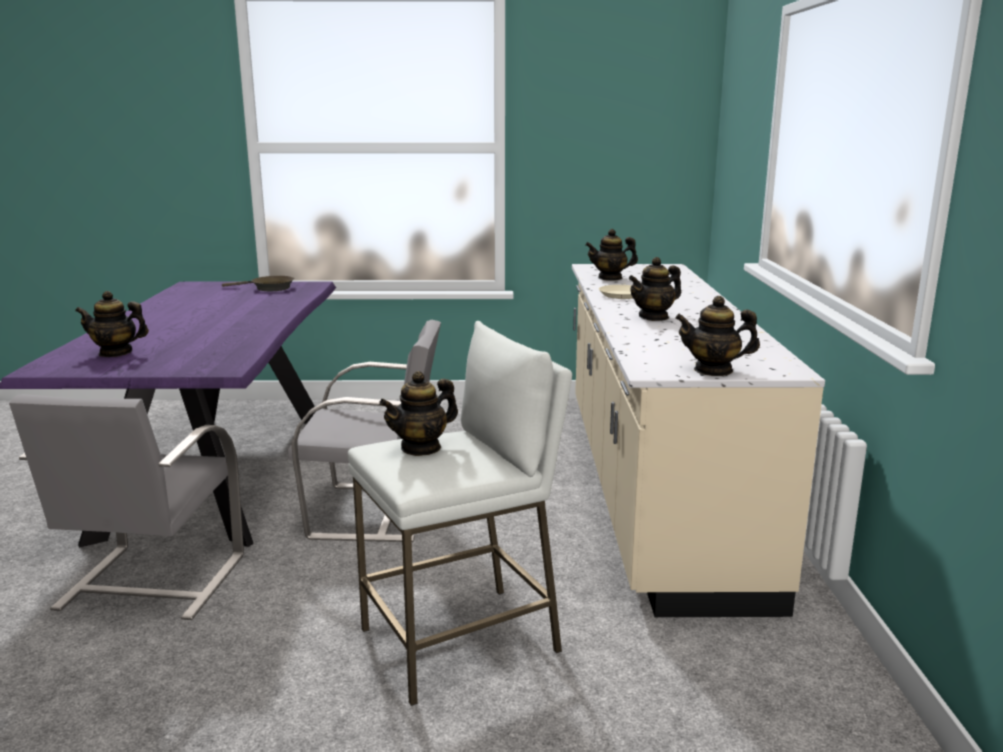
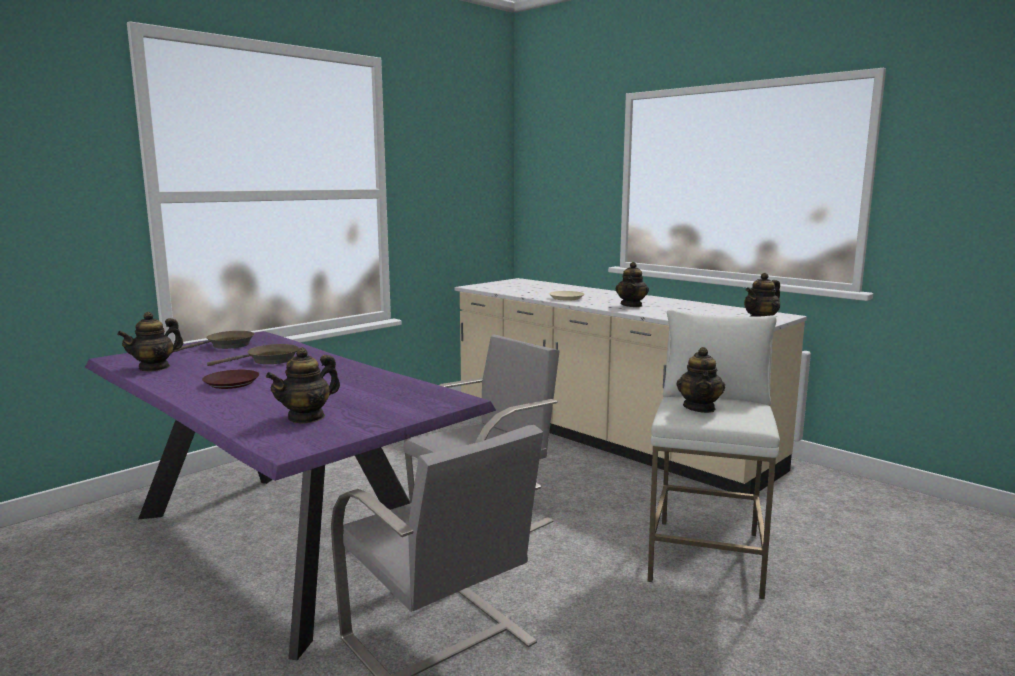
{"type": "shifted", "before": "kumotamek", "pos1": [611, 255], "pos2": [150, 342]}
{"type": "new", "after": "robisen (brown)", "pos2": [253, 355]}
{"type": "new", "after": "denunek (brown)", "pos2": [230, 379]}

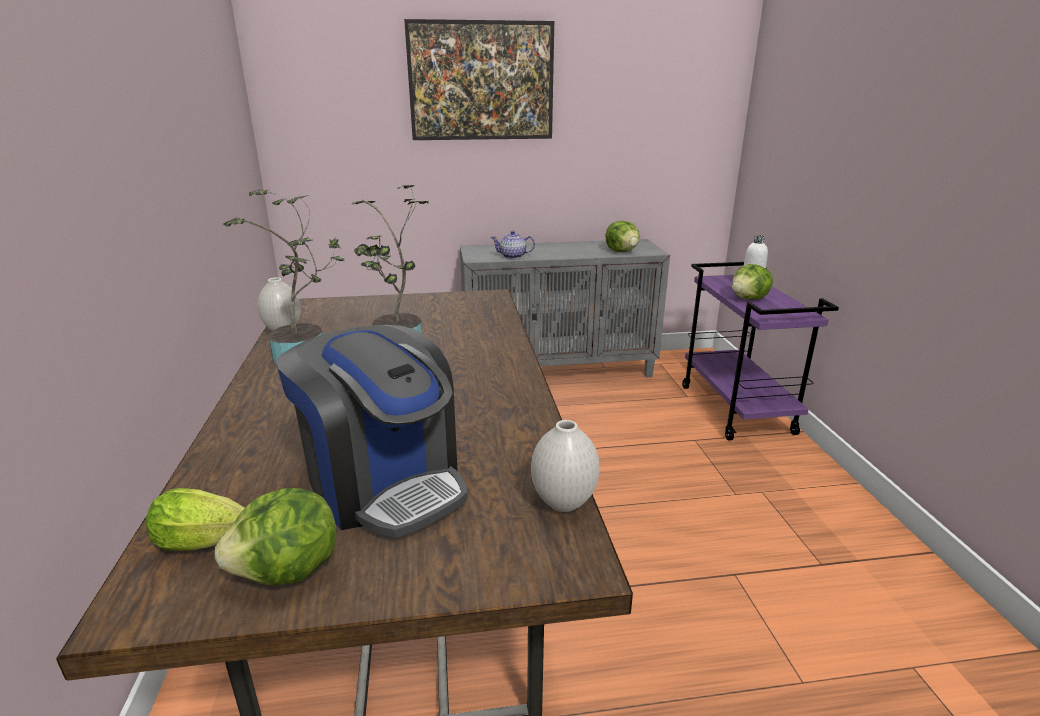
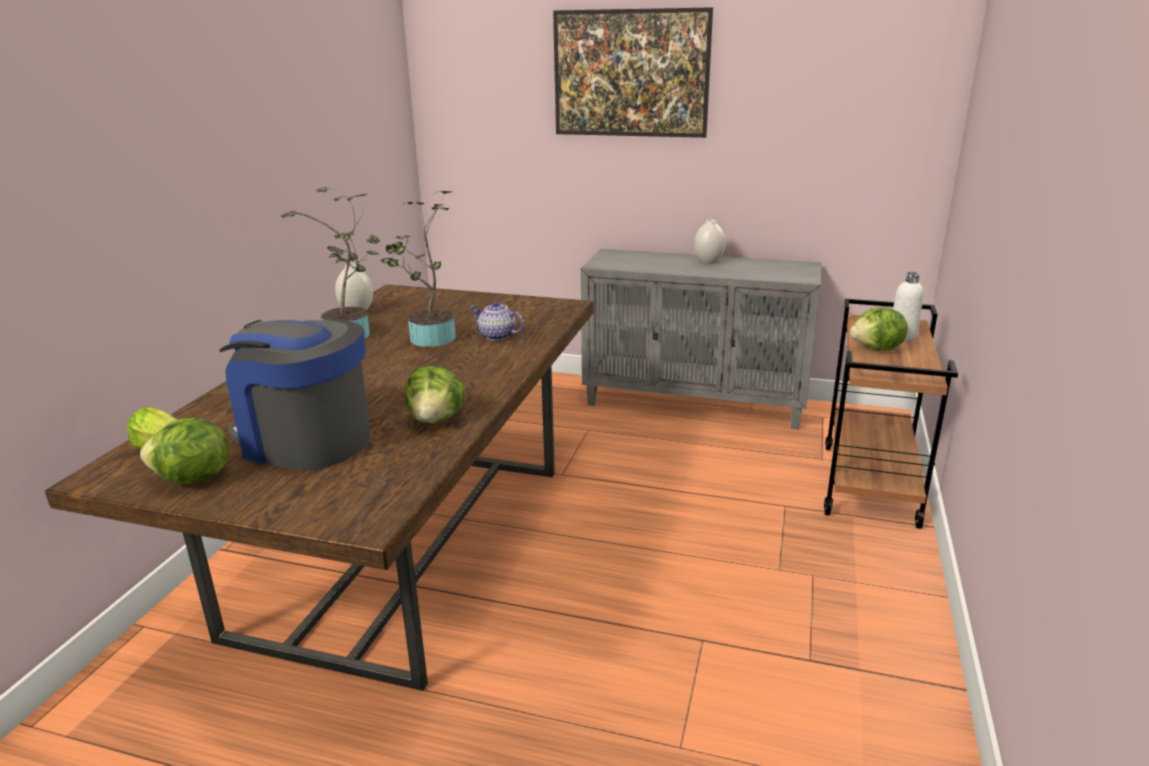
{"type": "shifted", "before": "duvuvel", "pos1": [622, 236], "pos2": [435, 394]}
{"type": "shifted", "before": "kumotamek", "pos1": [513, 245], "pos2": [497, 321]}
{"type": "repainted", "before": "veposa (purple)", "after": "veposa (brown)", "pos1": [760, 351], "pos2": [891, 414]}
{"type": "rotated", "before": "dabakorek", "pos1": [372, 431], "pos2": [295, 395], "turn": 135}
{"type": "shifted", "before": "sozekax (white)", "pos1": [565, 466], "pos2": [710, 241]}

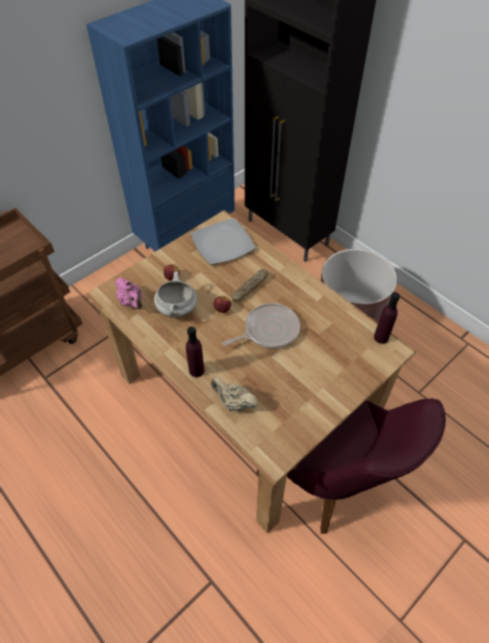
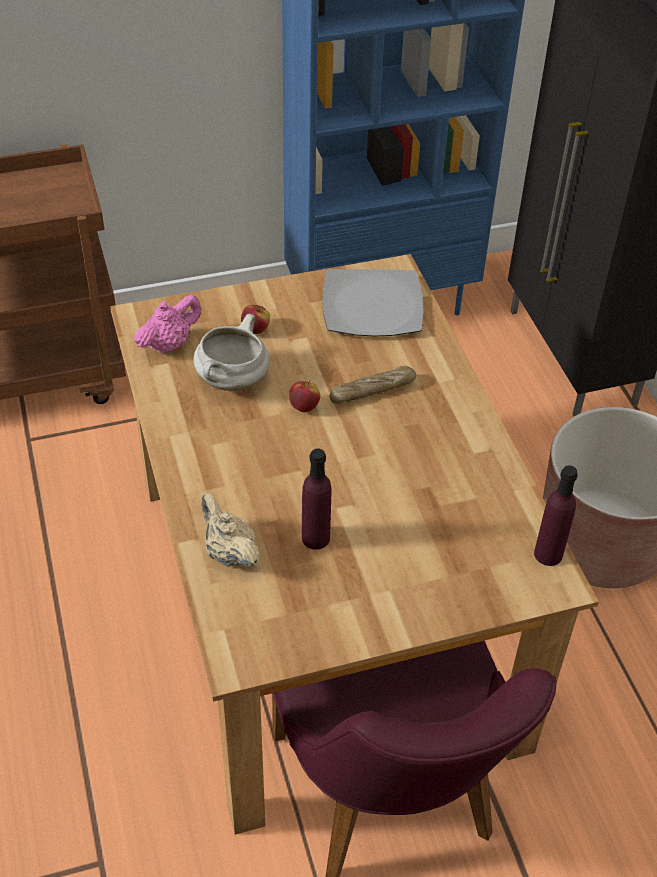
{"type": "rotated", "before": "kumotamek (pink)", "pos1": [128, 293], "pos2": [168, 324], "turn": -120}
{"type": "gone", "before": "robisen", "pos1": [261, 325]}
{"type": "shifted", "before": "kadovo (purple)", "pos1": [195, 351], "pos2": [316, 499]}

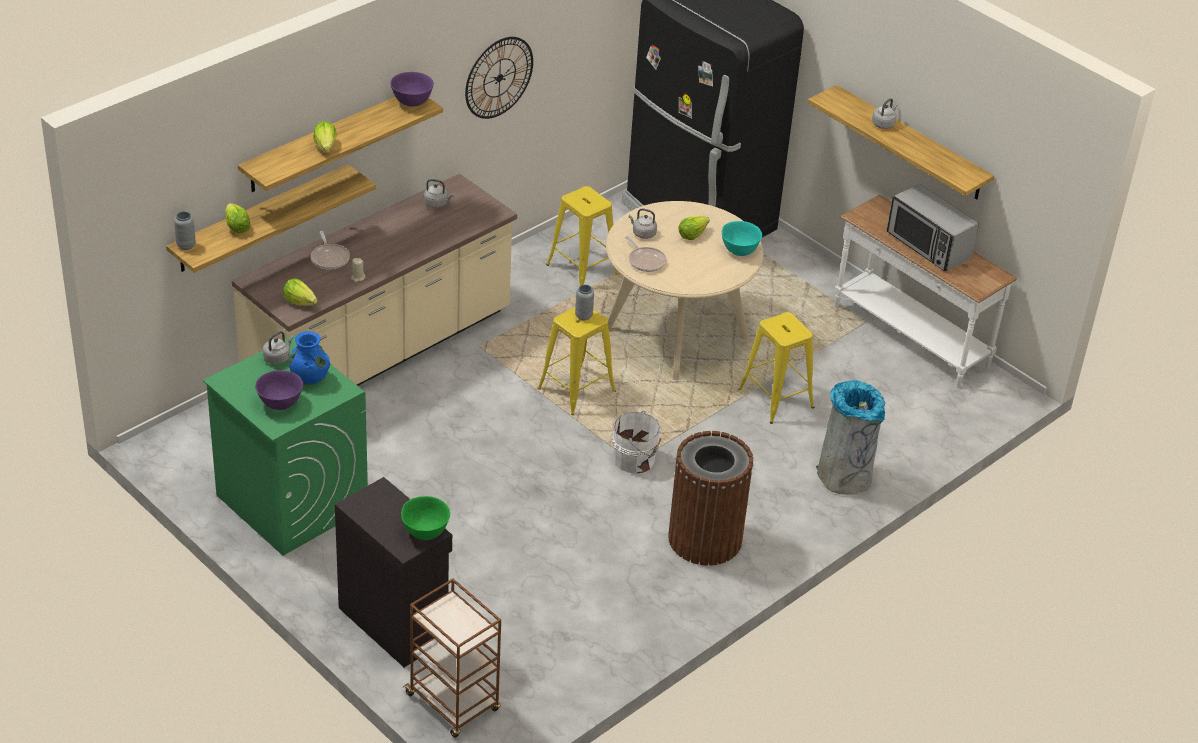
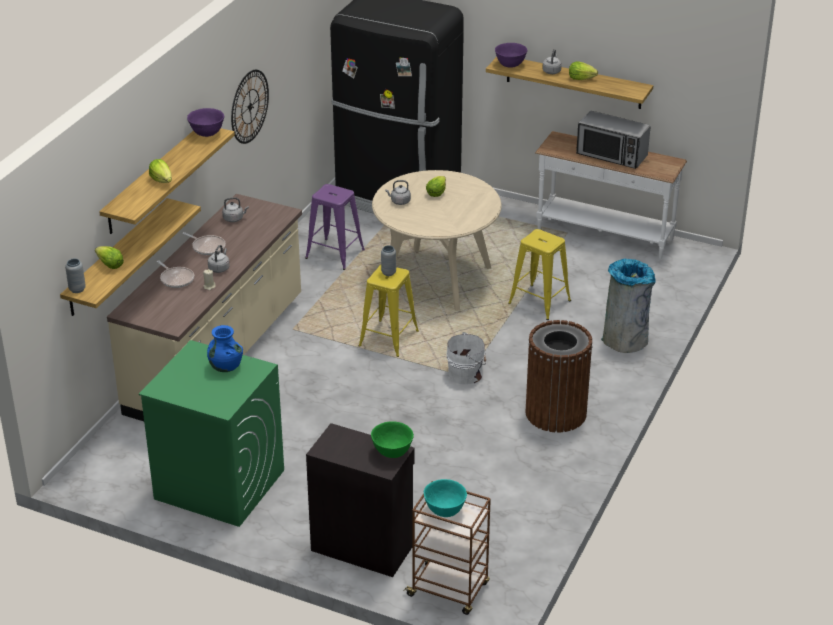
{"type": "repainted", "before": "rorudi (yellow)", "after": "rorudi (purple)", "pos1": [582, 236], "pos2": [335, 227]}
{"type": "shifted", "before": "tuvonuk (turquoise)", "pos1": [742, 238], "pos2": [445, 498]}
{"type": "shifted", "before": "robisen", "pos1": [646, 254], "pos2": [204, 243]}
{"type": "shifted", "before": "duvuvel", "pos1": [300, 292], "pos2": [583, 70]}
{"type": "shifted", "before": "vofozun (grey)", "pos1": [278, 347], "pos2": [219, 259]}
{"type": "shifted", "before": "tuvonuk (purple)", "pos1": [279, 390], "pos2": [511, 55]}

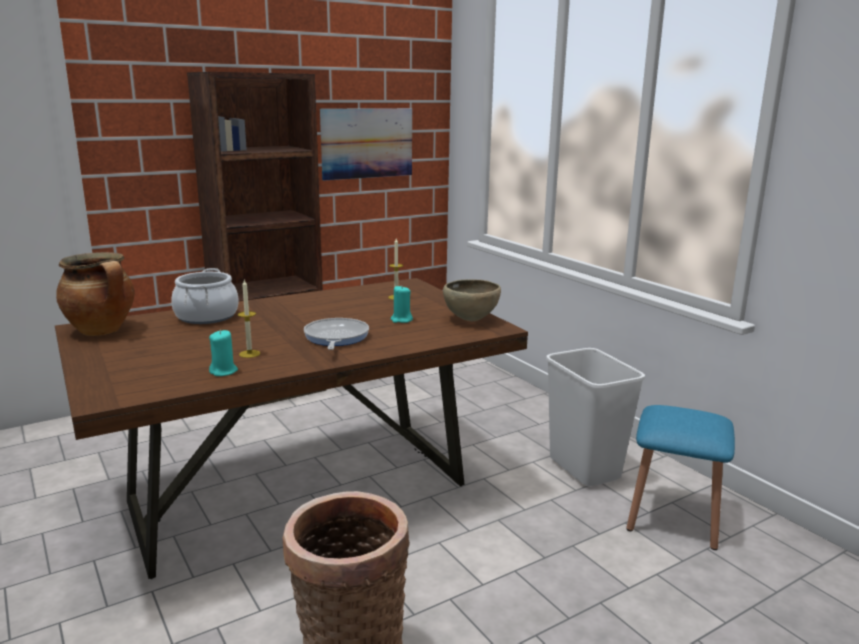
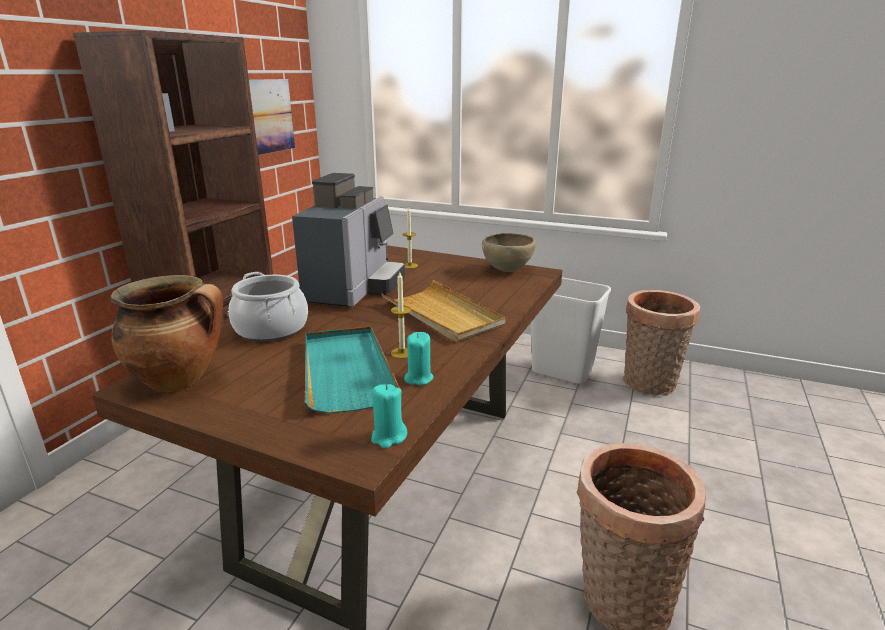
{"type": "shifted", "before": "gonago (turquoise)", "pos1": [402, 304], "pos2": [389, 416]}
{"type": "swapped", "before": "robisen", "after": "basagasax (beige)", "pos1": [336, 334], "pos2": [444, 311]}
{"type": "swapped", "before": "rorudi (blue)", "after": "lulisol", "pos1": [680, 477], "pos2": [661, 343]}
{"type": "new", "after": "dabakorek", "pos2": [348, 240]}
{"type": "new", "after": "basagasax (turquoise)", "pos2": [352, 369]}

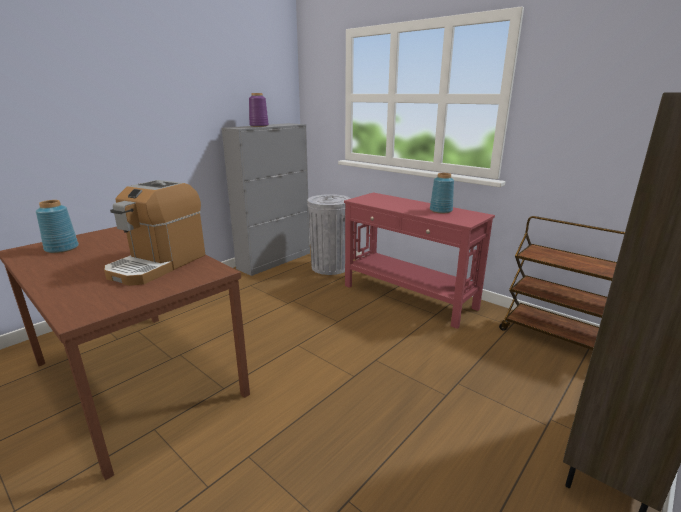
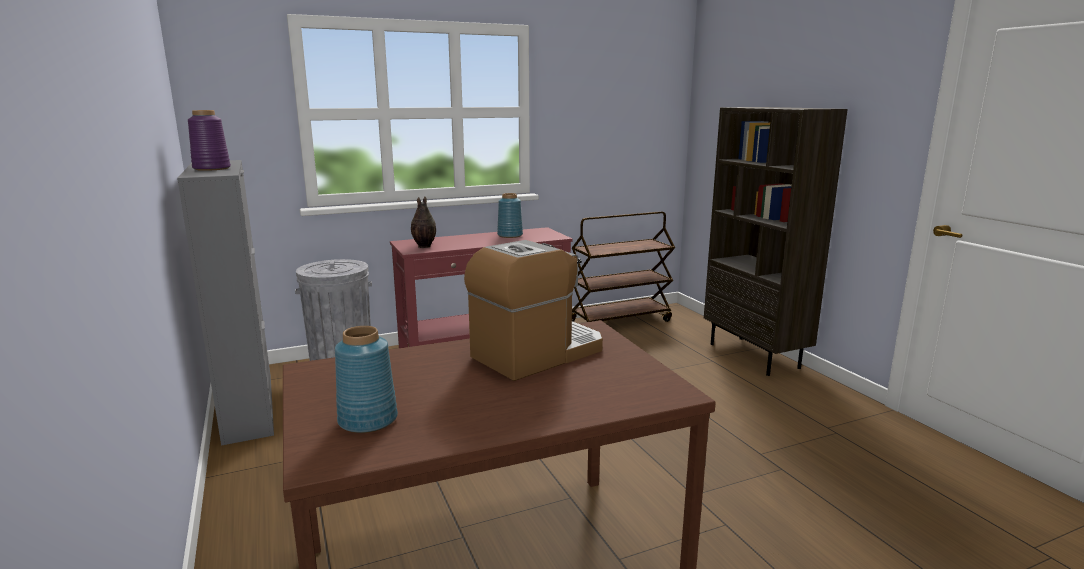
{"type": "rotated", "before": "dabakorek", "pos1": [154, 233], "pos2": [533, 310], "turn": -90}
{"type": "new", "after": "sozekax", "pos2": [423, 222]}

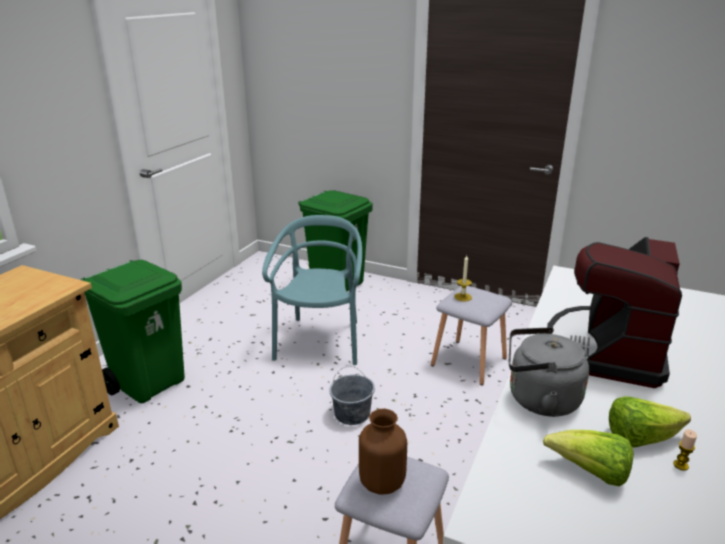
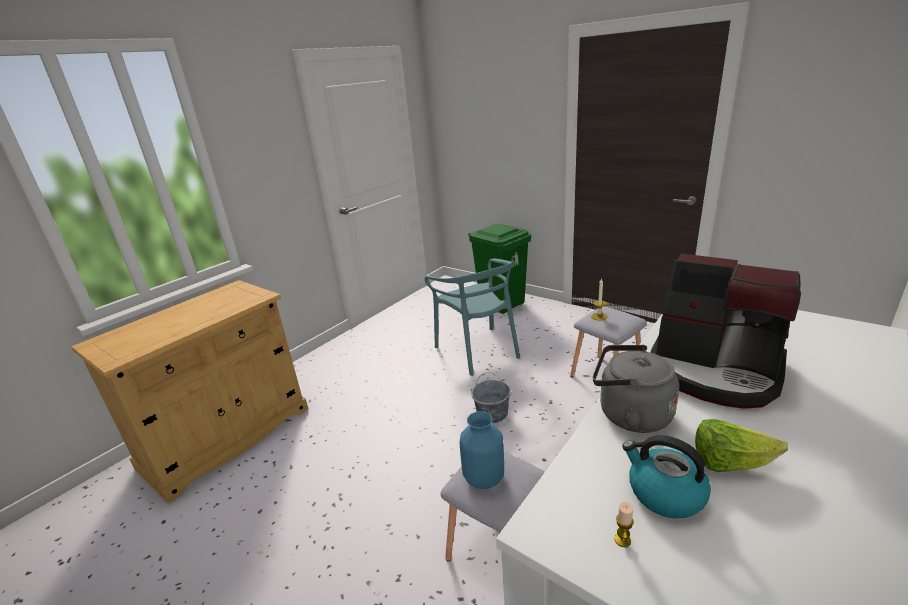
{"type": "rotated", "before": "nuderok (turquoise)", "pos1": [312, 290], "pos2": [472, 317], "turn": 135}
{"type": "rotated", "before": "dabakorek", "pos1": [614, 312], "pos2": [726, 331], "turn": -90}
{"type": "gone", "before": "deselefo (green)", "pos1": [133, 331]}
{"type": "repainted", "before": "sozekax (brown)", "after": "sozekax (blue)", "pos1": [383, 452], "pos2": [482, 450]}
{"type": "shifted", "before": "gonago", "pos1": [685, 450], "pos2": [624, 524]}
{"type": "swapped", "before": "duvuvel", "after": "vofozun", "pos1": [588, 458], "pos2": [666, 477]}

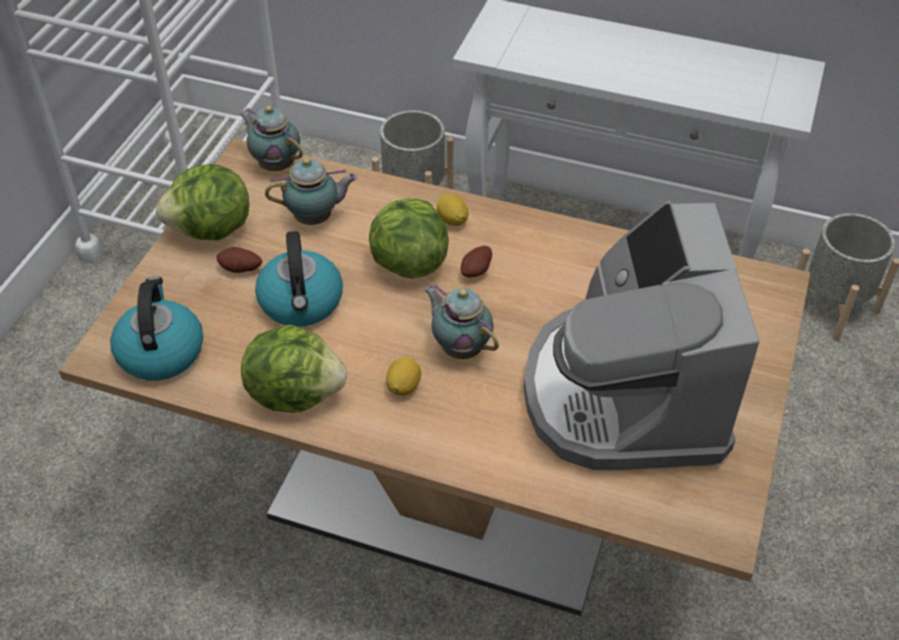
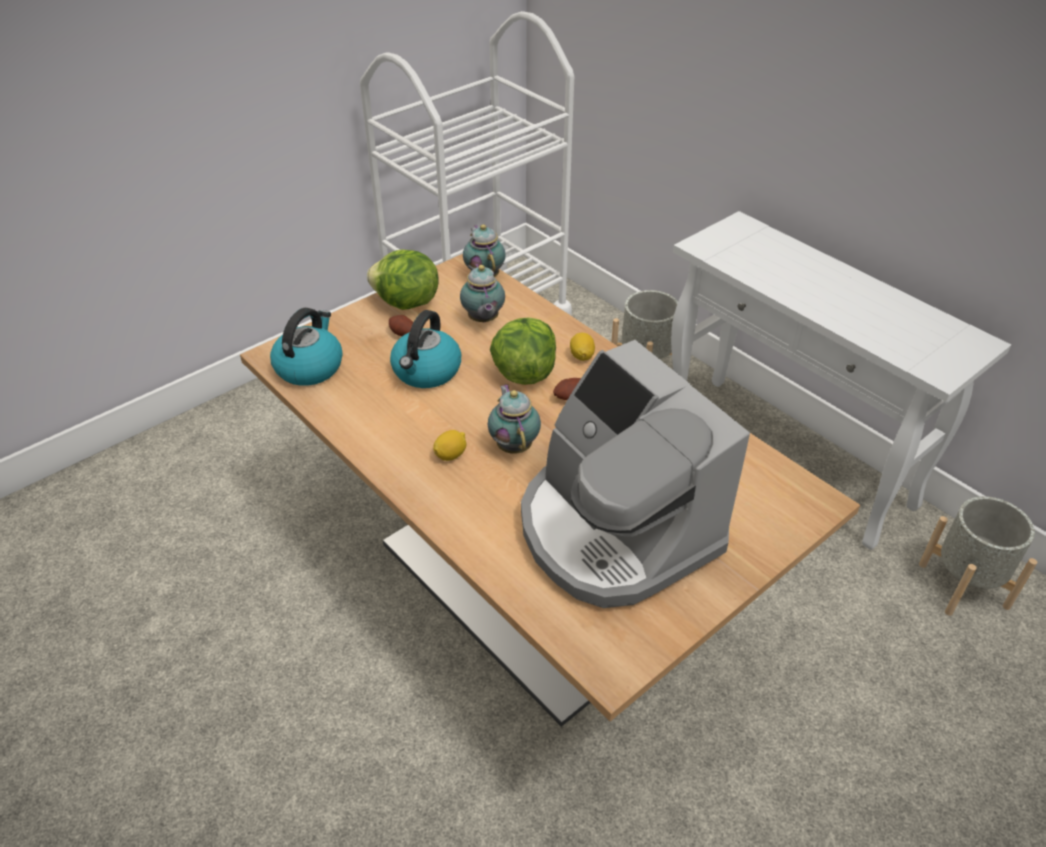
{"type": "rotated", "before": "kumotamek", "pos1": [311, 191], "pos2": [482, 293], "turn": 60}
{"type": "rotated", "before": "dabakorek", "pos1": [641, 335], "pos2": [635, 474], "turn": -60}
{"type": "gone", "before": "duvuvel", "pos1": [294, 369]}

